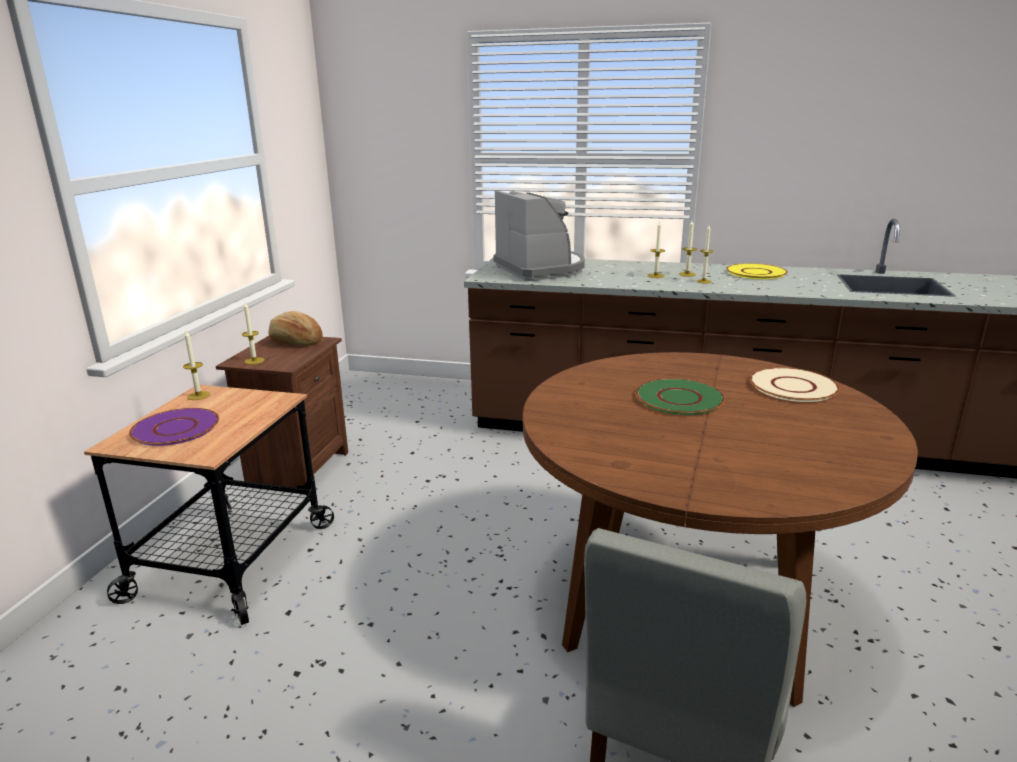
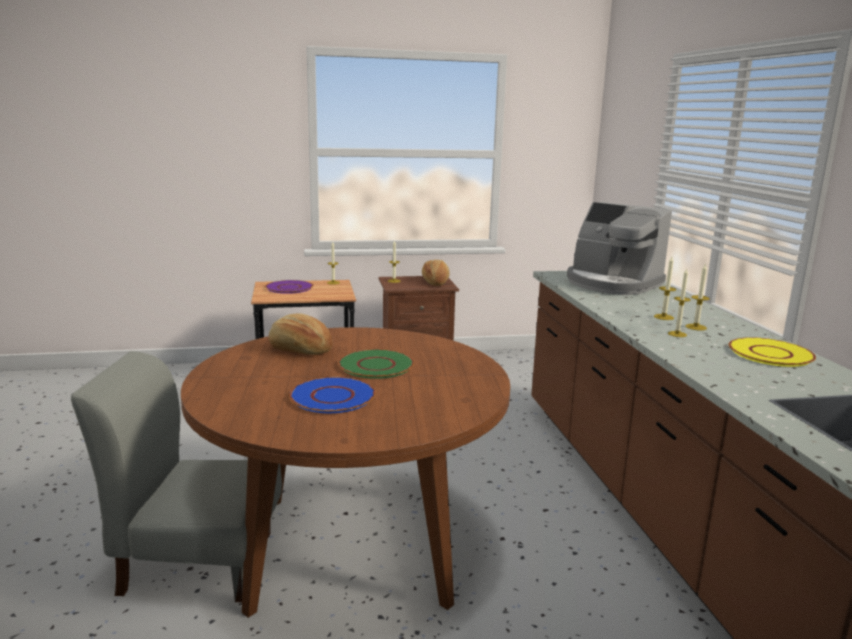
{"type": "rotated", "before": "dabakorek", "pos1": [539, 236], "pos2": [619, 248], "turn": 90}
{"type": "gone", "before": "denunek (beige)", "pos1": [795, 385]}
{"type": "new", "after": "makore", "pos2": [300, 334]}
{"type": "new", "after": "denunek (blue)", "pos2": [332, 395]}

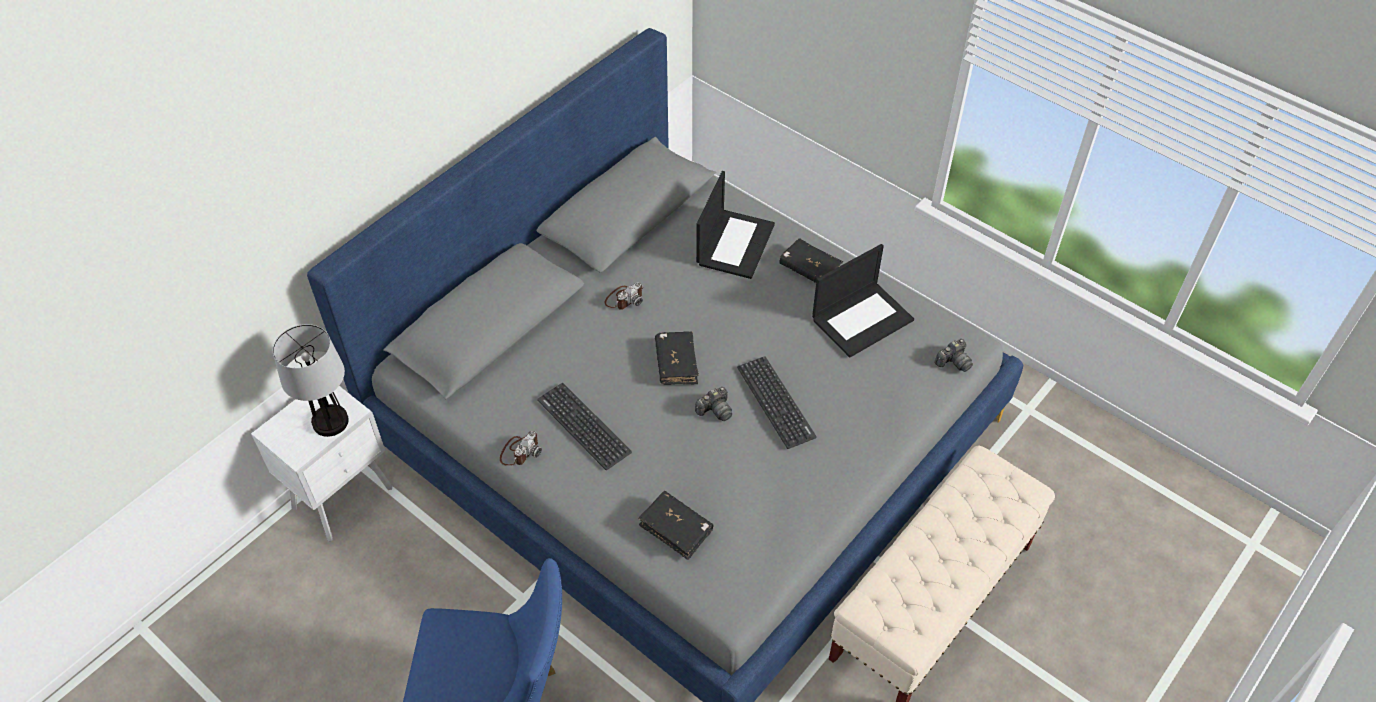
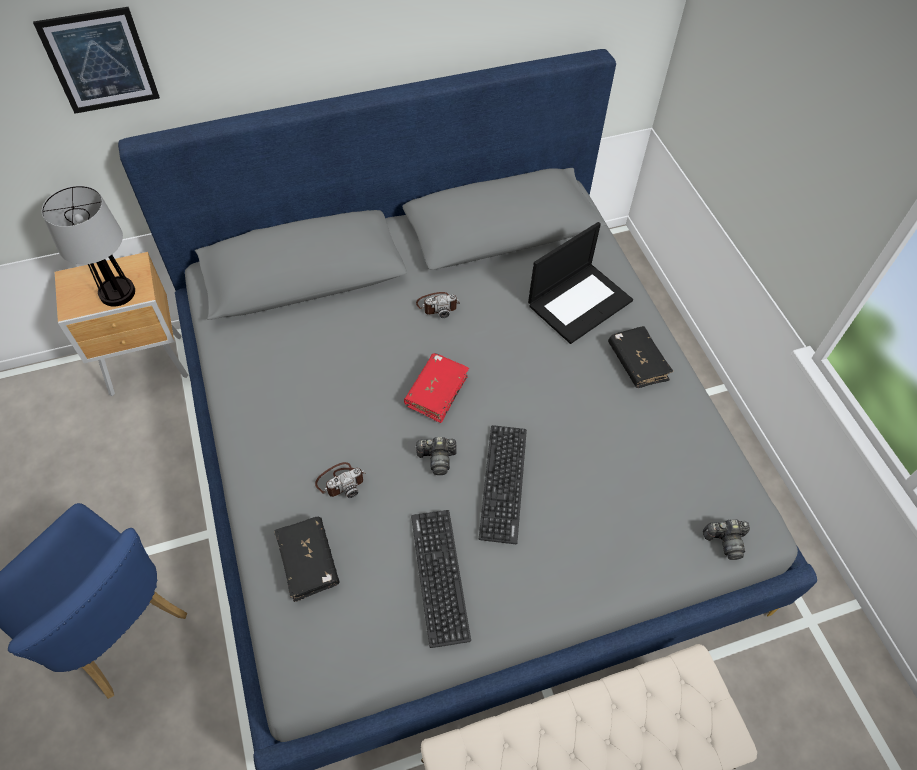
{"type": "gone", "before": "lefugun", "pos1": [863, 301]}
{"type": "repainted", "before": "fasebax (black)", "after": "fasebax (red)", "pos1": [677, 358], "pos2": [436, 388]}
{"type": "shifted", "before": "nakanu", "pos1": [584, 426], "pos2": [441, 579]}
{"type": "repainted", "before": "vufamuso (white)", "after": "vufamuso (brown)", "pos1": [321, 463], "pos2": [121, 324]}
{"type": "shifted", "before": "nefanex", "pos1": [521, 448], "pos2": [340, 480]}
{"type": "new", "after": "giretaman", "pos2": [96, 60]}

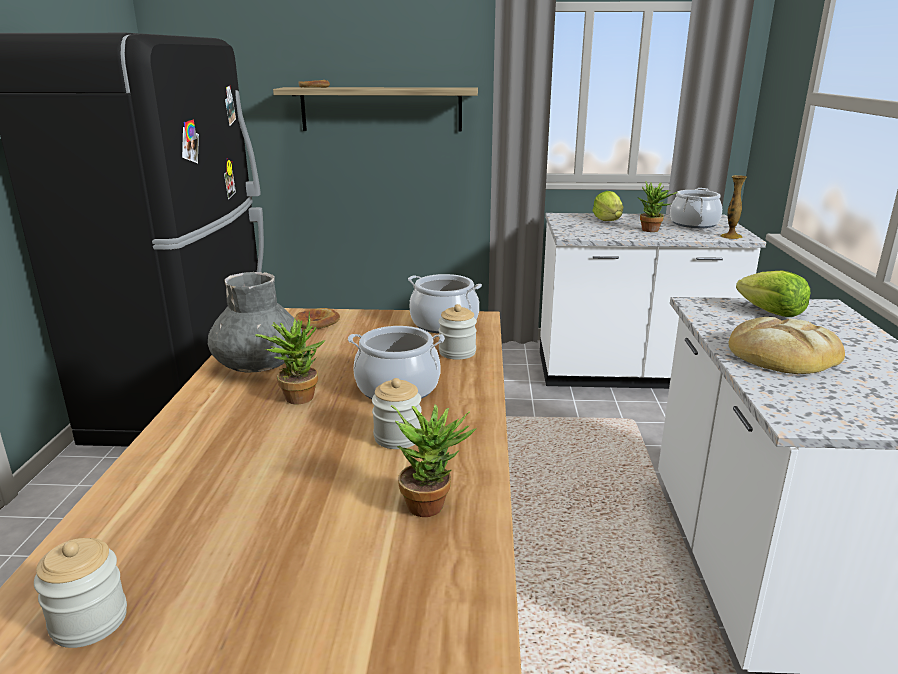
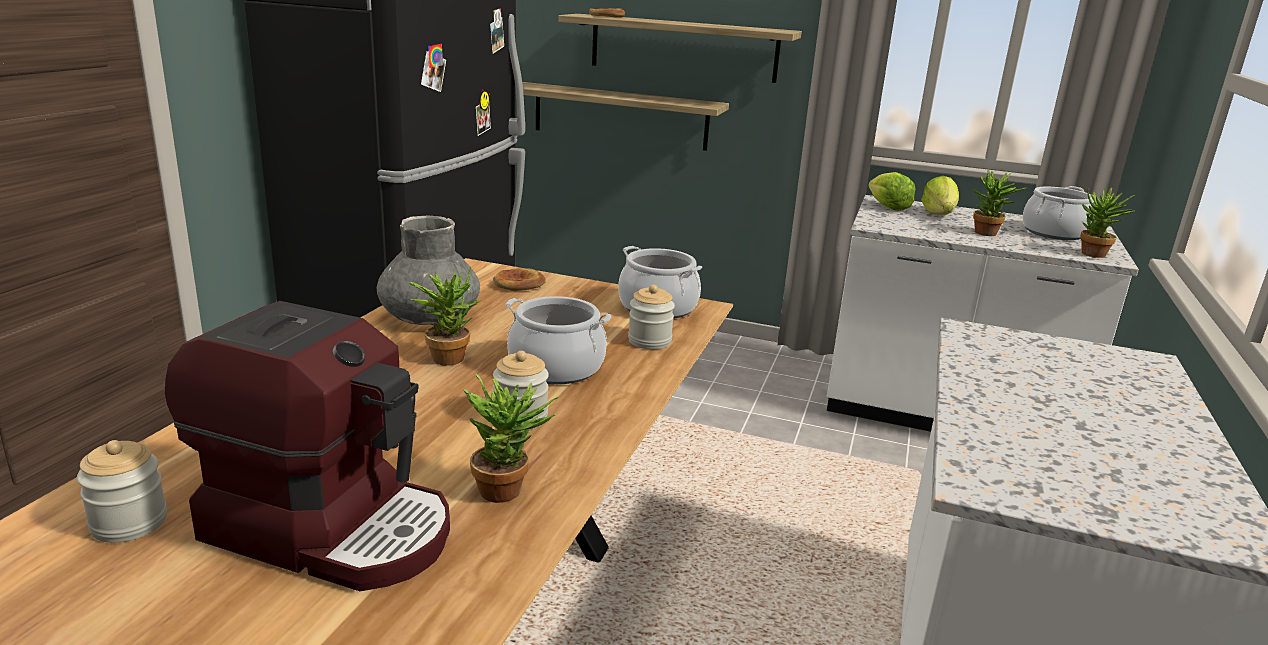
{"type": "swapped", "before": "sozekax", "after": "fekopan", "pos1": [734, 207], "pos2": [1107, 222]}
{"type": "shifted", "before": "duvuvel", "pos1": [773, 294], "pos2": [891, 191]}
{"type": "gone", "before": "makore", "pos1": [786, 345]}
{"type": "new", "after": "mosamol", "pos2": [622, 116]}
{"type": "new", "after": "dabakorek", "pos2": [307, 446]}

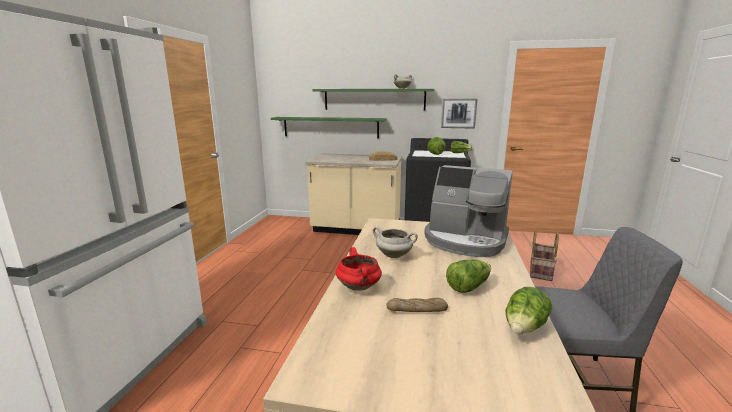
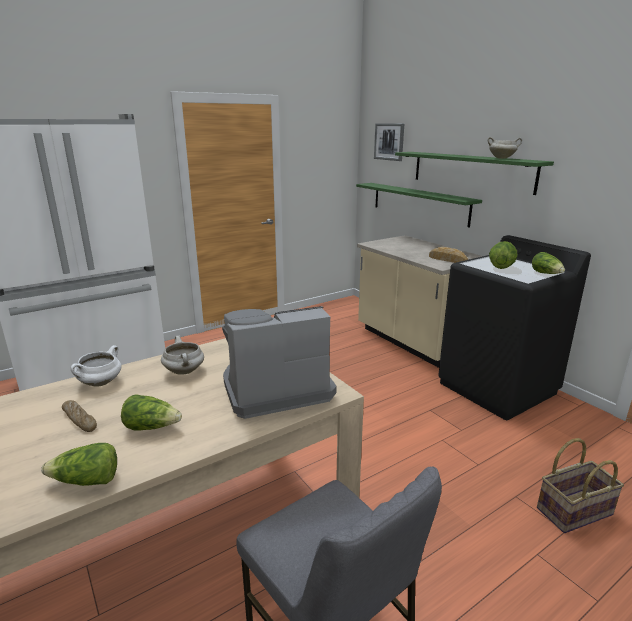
{"type": "shifted", "before": "giretaman", "pos1": [459, 113], "pos2": [389, 142]}
{"type": "rotated", "before": "dabakorek", "pos1": [469, 211], "pos2": [279, 362], "turn": 90}
{"type": "repainted", "before": "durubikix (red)", "after": "durubikix (white)", "pos1": [359, 269], "pos2": [96, 366]}

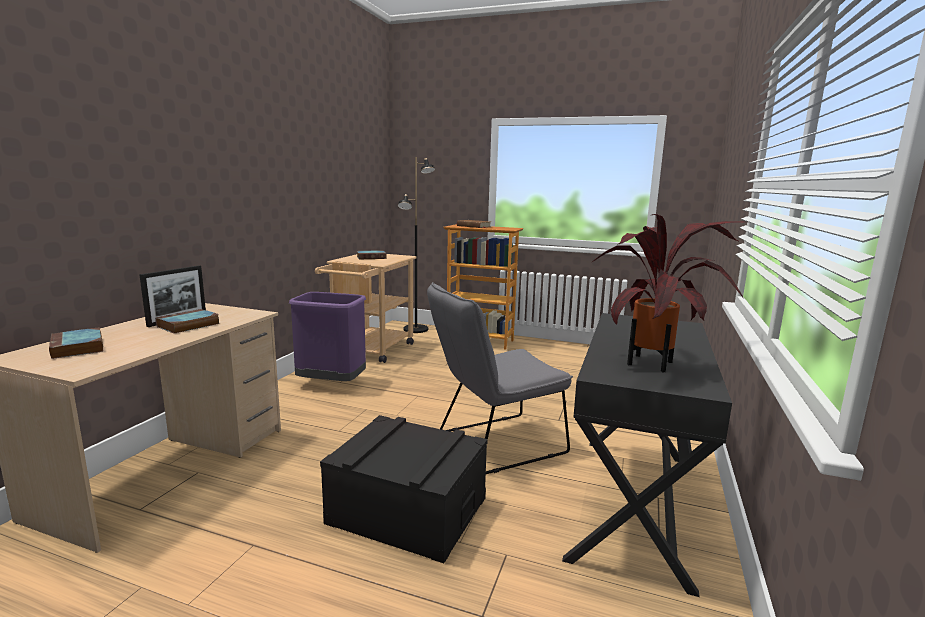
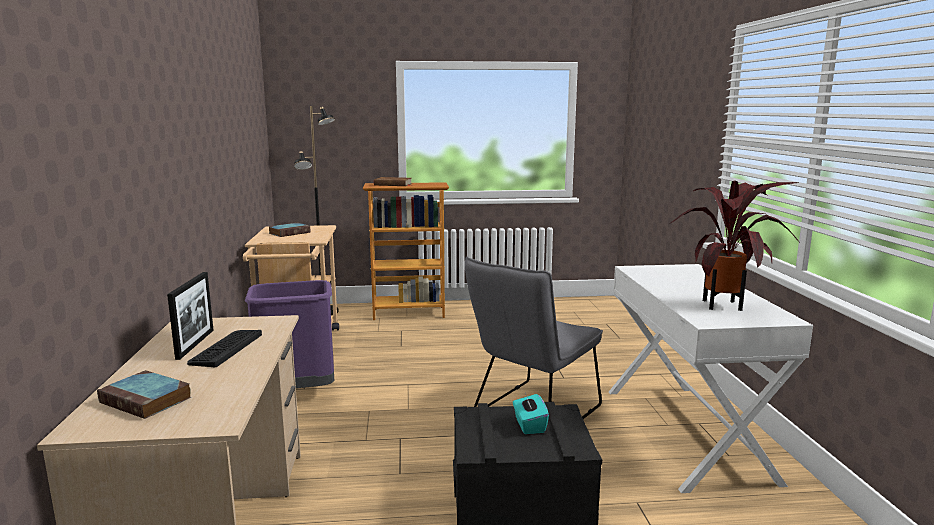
{"type": "swapped", "before": "fasebax", "after": "nakanu", "pos1": [187, 321], "pos2": [224, 348]}
{"type": "repainted", "before": "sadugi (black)", "after": "sadugi (white)", "pos1": [647, 455], "pos2": [711, 378]}
{"type": "new", "after": "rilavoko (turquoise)", "pos2": [531, 413]}

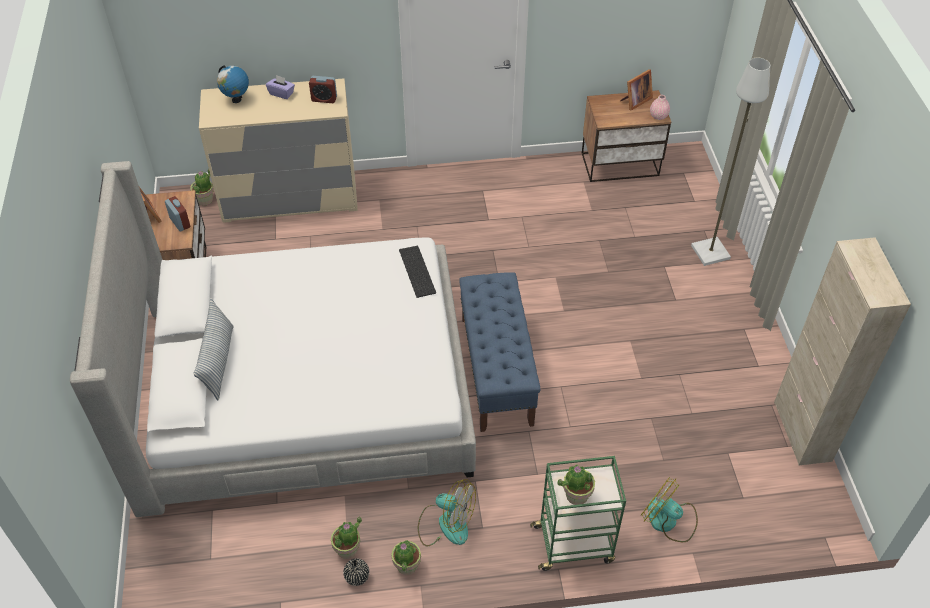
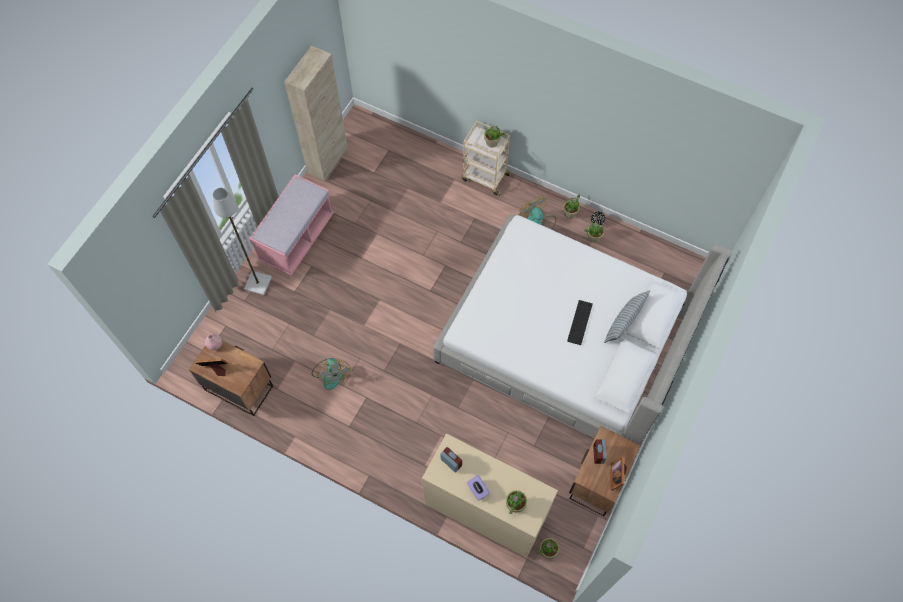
{"type": "swapped", "before": "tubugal", "after": "fekopan", "pos1": [233, 84], "pos2": [516, 502]}
{"type": "shifted", "before": "nakanu", "pos1": [417, 272], "pos2": [580, 322]}
{"type": "gone", "before": "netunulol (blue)", "pos1": [499, 352]}
{"type": "repainted", "before": "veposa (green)", "after": "veposa (beige)", "pos1": [578, 513], "pos2": [487, 158]}
{"type": "shifted", "before": "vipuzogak", "pos1": [669, 509], "pos2": [331, 374]}
{"type": "new", "after": "netunulol (pink)", "pos2": [291, 225]}

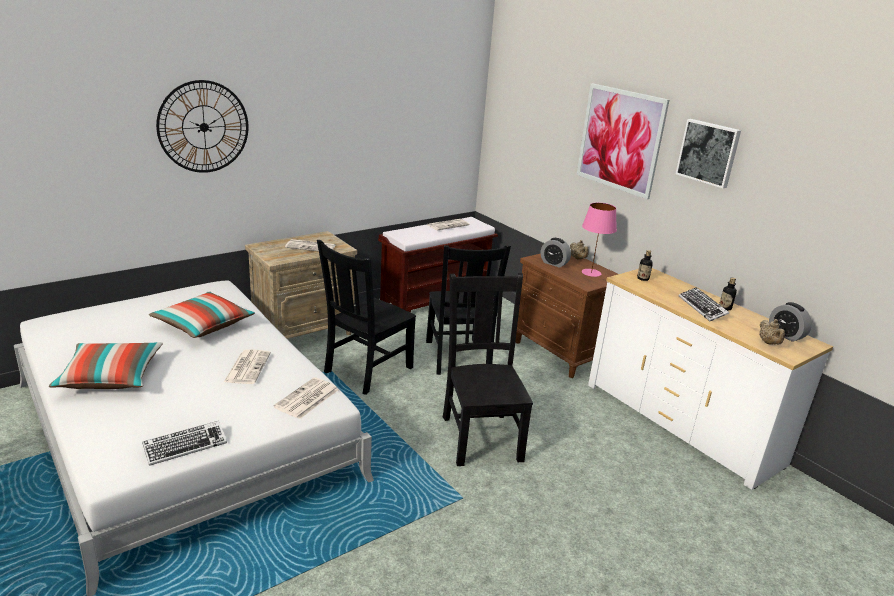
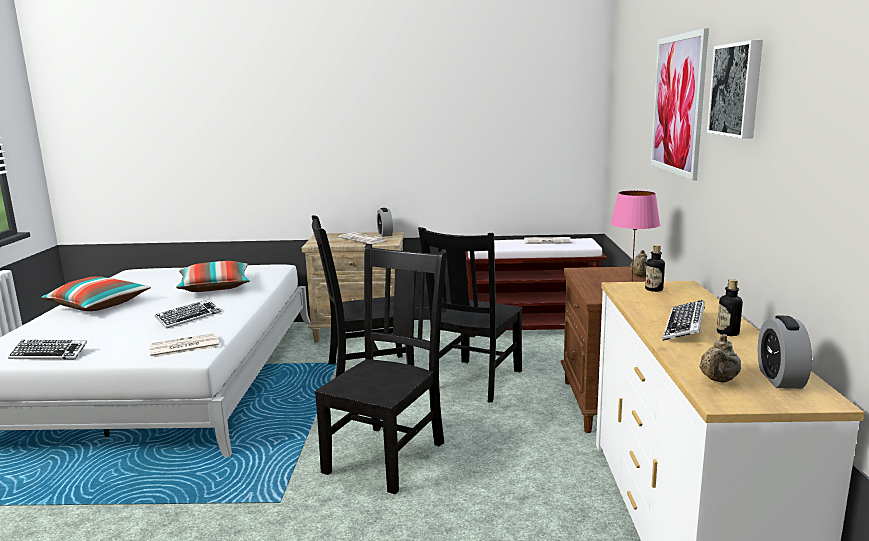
{"type": "gone", "before": "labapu", "pos1": [202, 126]}
{"type": "shifted", "before": "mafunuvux", "pos1": [556, 253], "pos2": [385, 222]}
{"type": "swapped", "before": "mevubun", "after": "nakanu", "pos1": [247, 366], "pos2": [188, 313]}

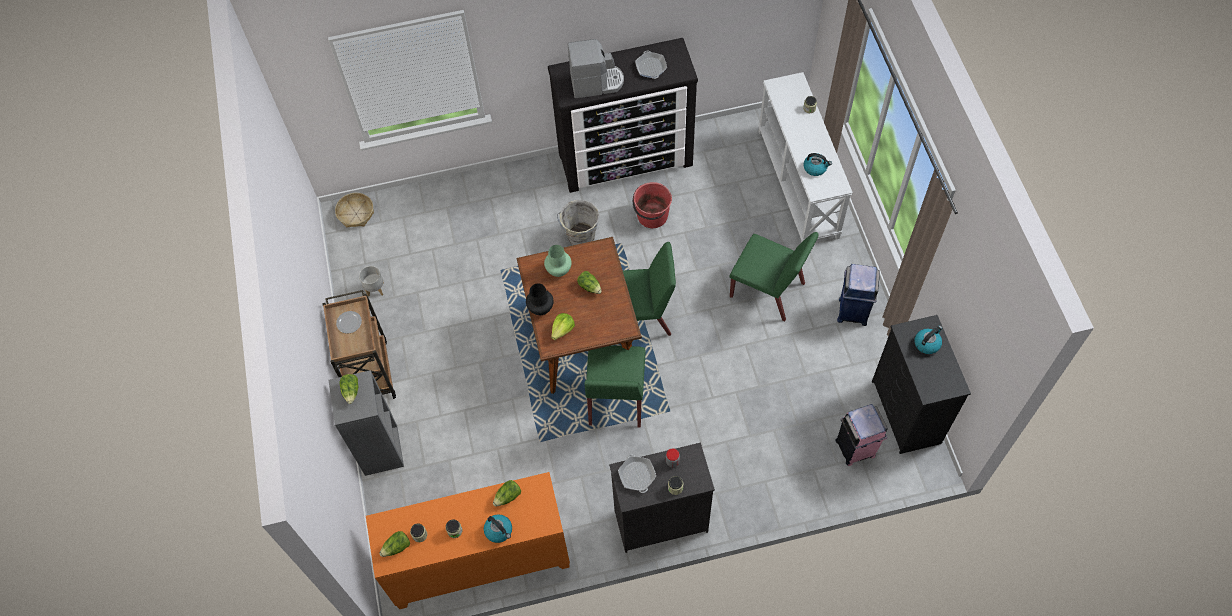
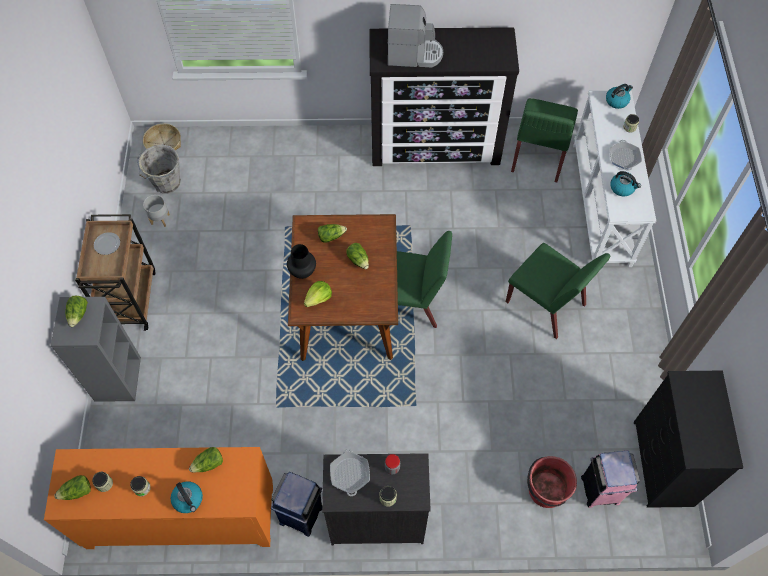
{"type": "shifted", "before": "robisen", "pos1": [651, 65], "pos2": [626, 155]}
{"type": "shifted", "before": "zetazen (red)", "pos1": [652, 205], "pos2": [552, 482]}
{"type": "shifted", "before": "zetazen (grey)", "pos1": [578, 222], "pos2": [158, 169]}
{"type": "swapped", "before": "sozekax (green)", "after": "duvuvel", "pos1": [558, 261], "pos2": [332, 233]}
{"type": "shifted", "before": "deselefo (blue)", "pos1": [858, 295], "pos2": [296, 504]}
{"type": "shifted", "before": "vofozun", "pos1": [928, 340], "pos2": [619, 96]}
{"type": "shifted", "before": "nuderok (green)", "pos1": [615, 387], "pos2": [544, 140]}

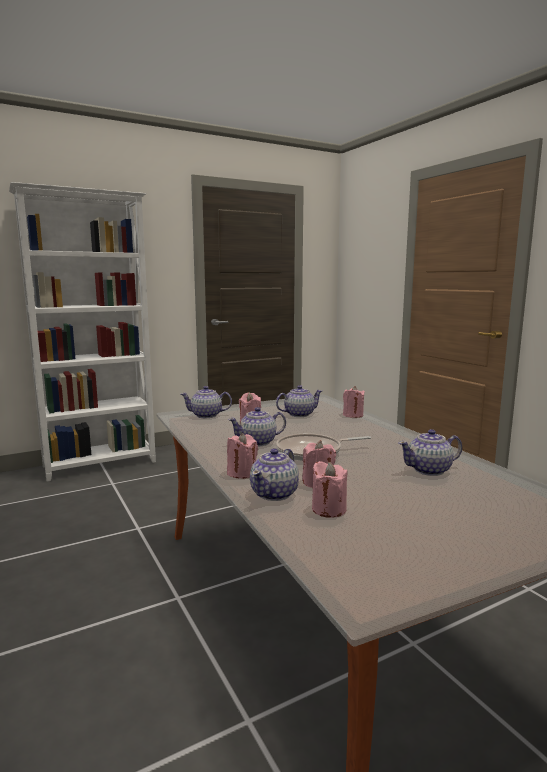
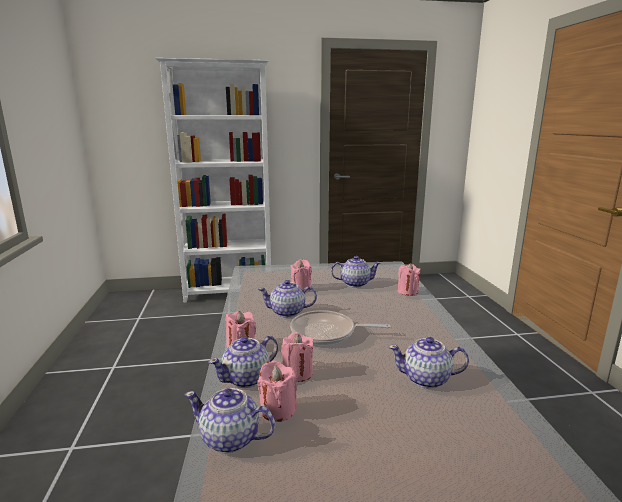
{"type": "shifted", "before": "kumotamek", "pos1": [206, 402], "pos2": [230, 420]}

